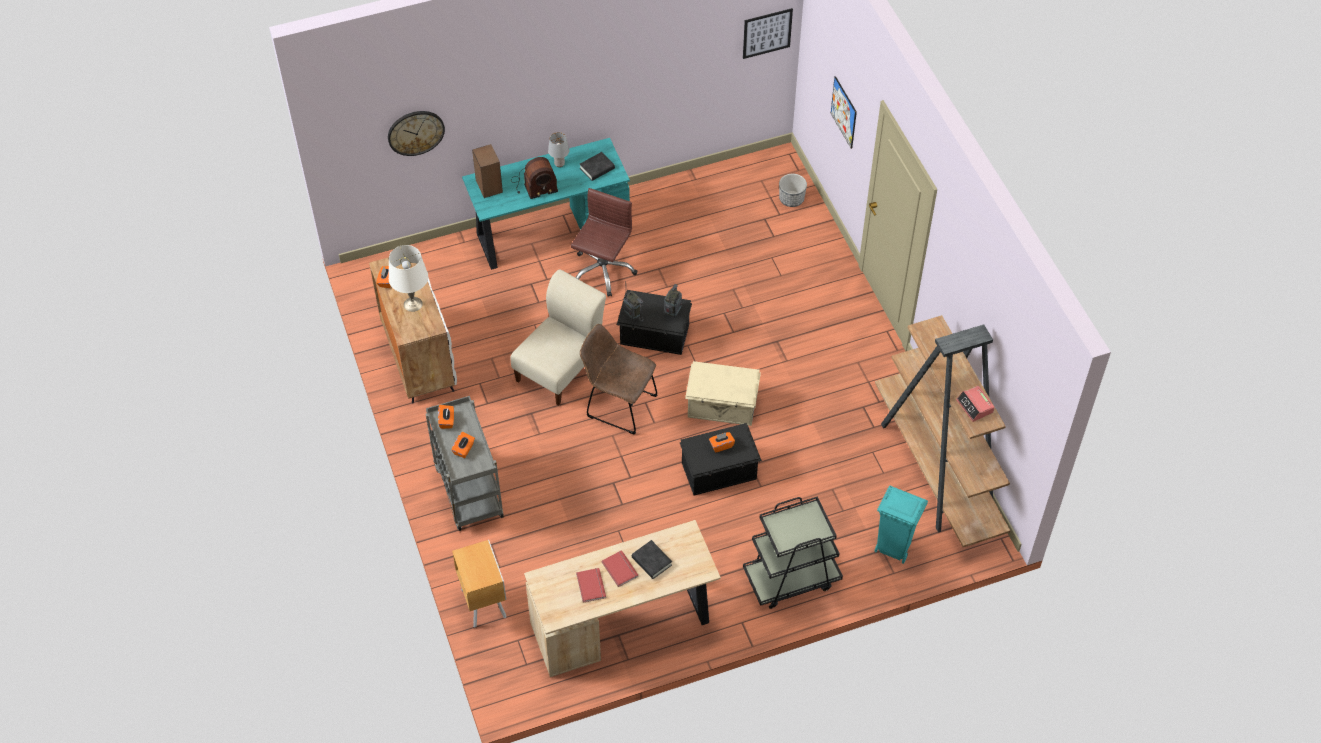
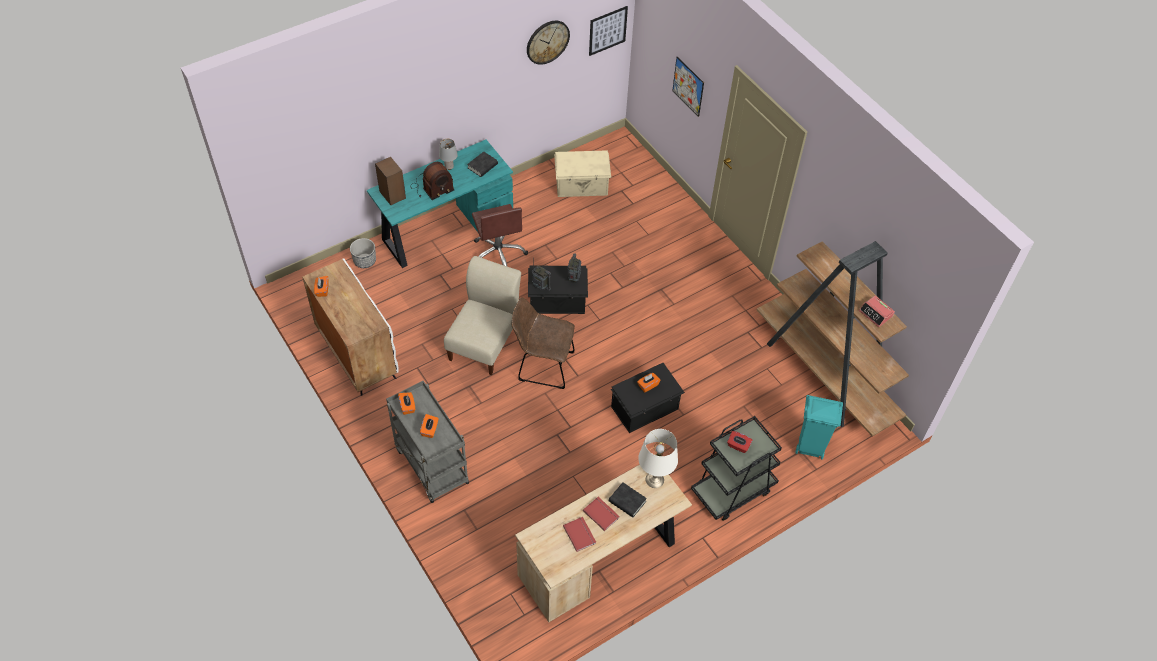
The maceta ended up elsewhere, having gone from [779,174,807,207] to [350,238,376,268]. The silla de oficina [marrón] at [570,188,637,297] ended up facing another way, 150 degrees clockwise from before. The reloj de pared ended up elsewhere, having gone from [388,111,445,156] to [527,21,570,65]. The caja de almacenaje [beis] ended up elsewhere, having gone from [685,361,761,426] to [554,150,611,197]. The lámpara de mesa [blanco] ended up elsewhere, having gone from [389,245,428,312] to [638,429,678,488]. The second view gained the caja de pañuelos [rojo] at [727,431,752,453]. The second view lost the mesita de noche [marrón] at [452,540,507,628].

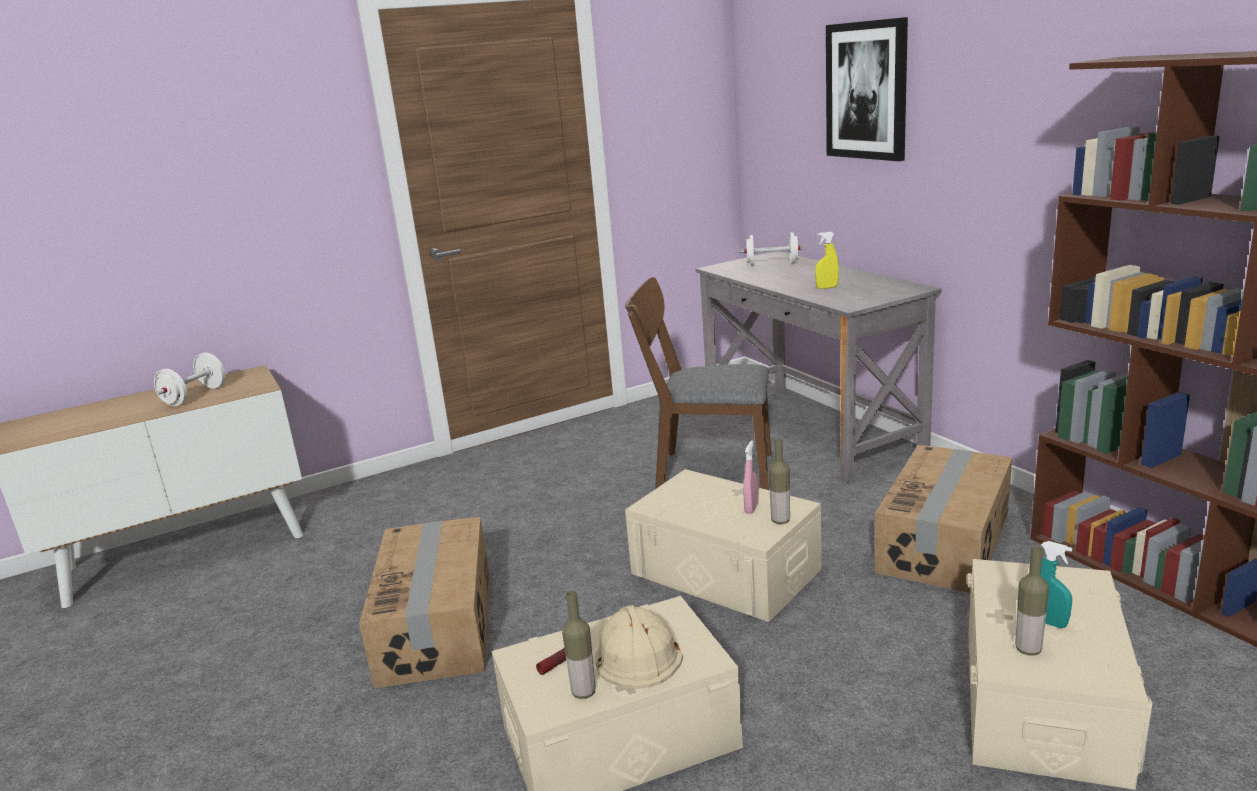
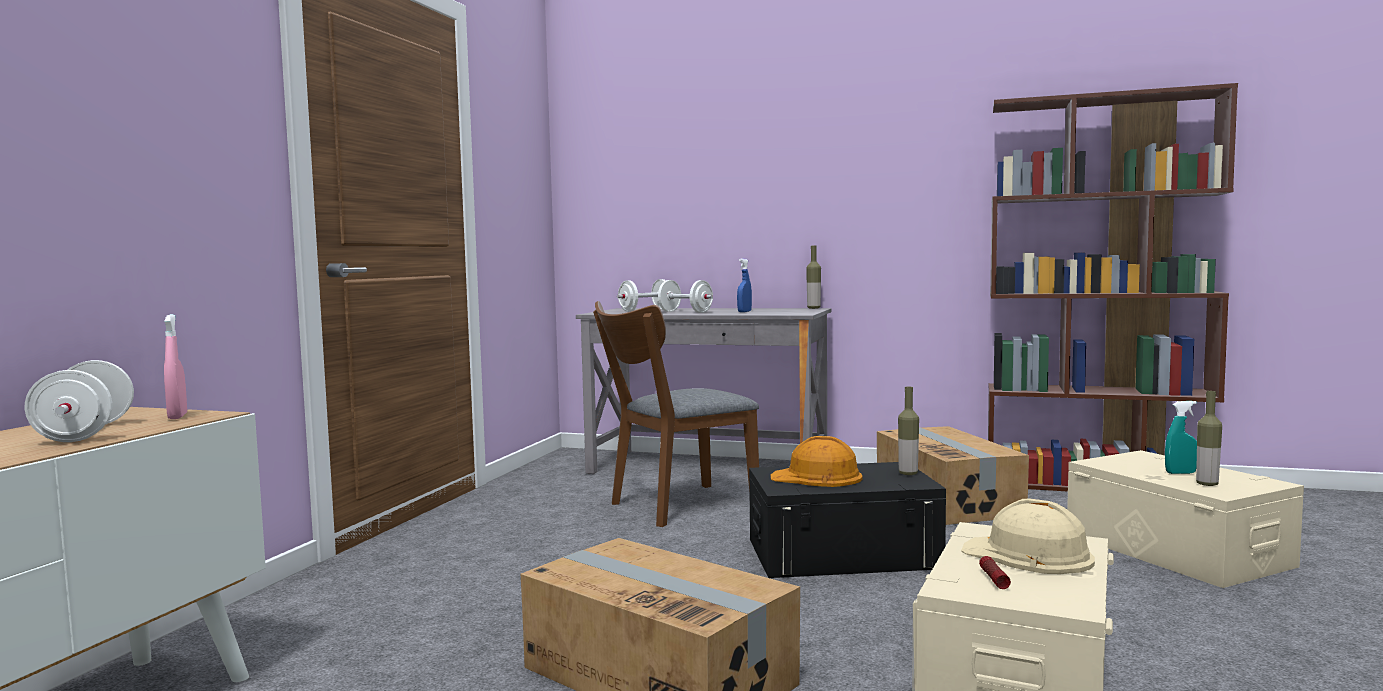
The pulverizador [rosa] ended up elsewhere, having gone from [743,440,759,514] to [164,314,187,419]. The second view gained the mancuerna [blanco] at [658,280,713,313]. What was the pulverizador [amarillo] at [815,231,839,289] turned into the pulverizador [azul] at [737,259,752,312]. What was the caja de almacenaje [beis] at [625,469,822,622] turned into the caja de almacenaje [negro] at [749,462,946,578]. The second view gained the casco [naranja] at [771,436,863,487]. The botella ended up elsewhere, having gone from [562,590,595,699] to [806,246,821,309]. The second view lost the cuadro at [826,17,908,161].

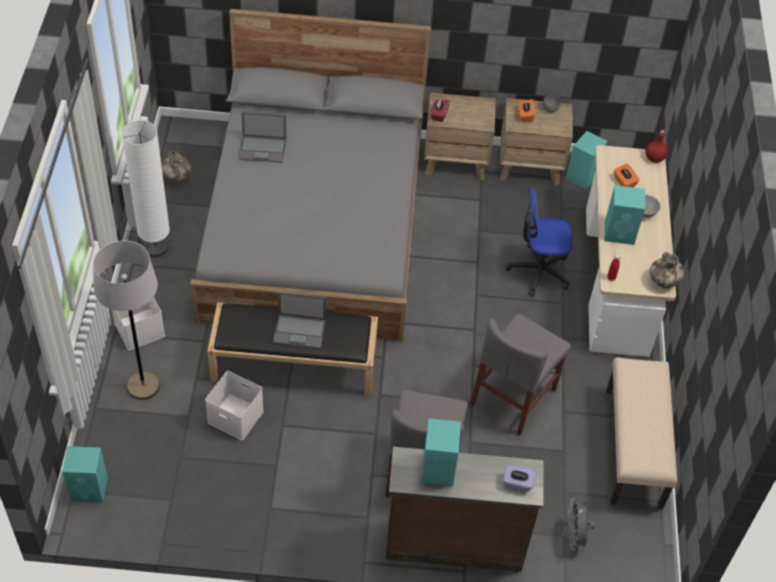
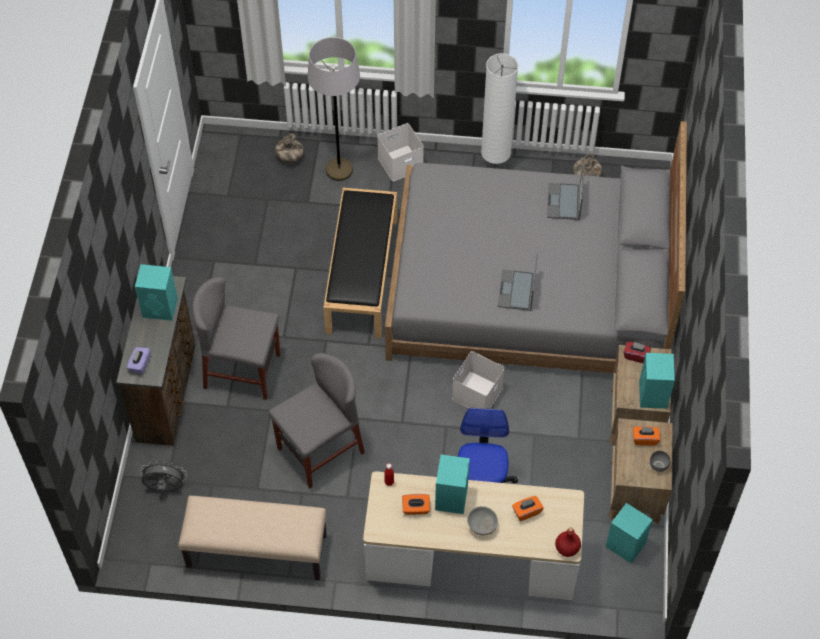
The silla [gris] at [470,314,571,435] ended up facing another way, 105 degrees clockwise from before. The florero ended up elsewhere, having gone from [649,252,684,289] to [275,133,304,164]. The second view gained the caja de pañuelos [naranja] at [402,494,430,515]. The caja de almacenaje [blanco] ended up elsewhere, having gone from [205,371,264,440] to [452,351,505,409]. The portátil ended up elsewhere, having gone from [273,292,326,348] to [497,253,538,311]. The altavoz [turquesa] ended up elsewhere, having gone from [62,446,108,503] to [639,353,675,409].

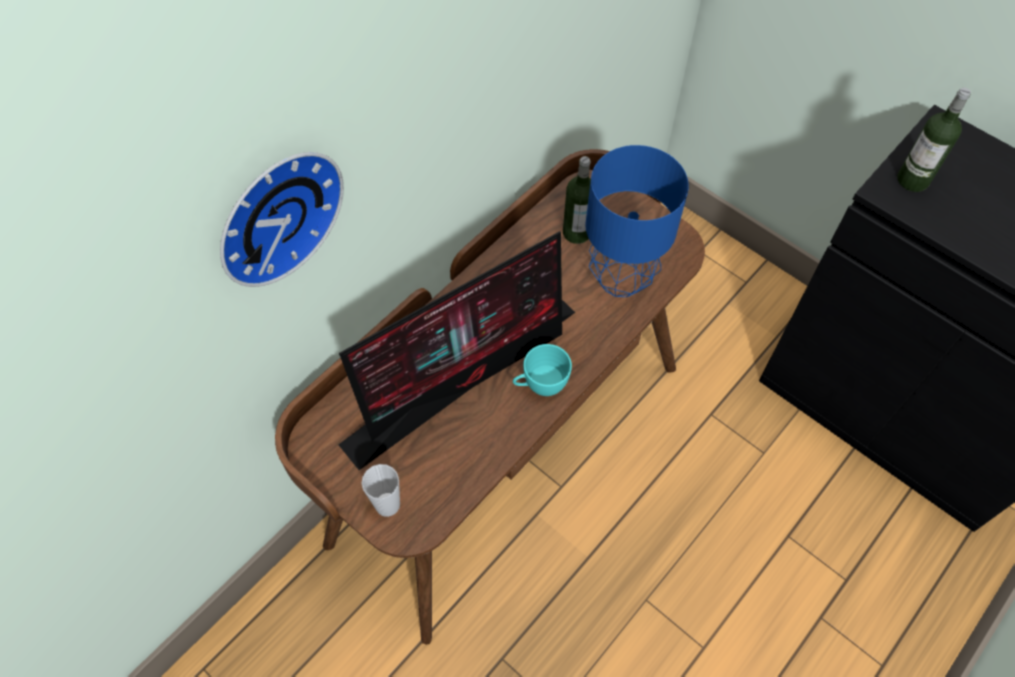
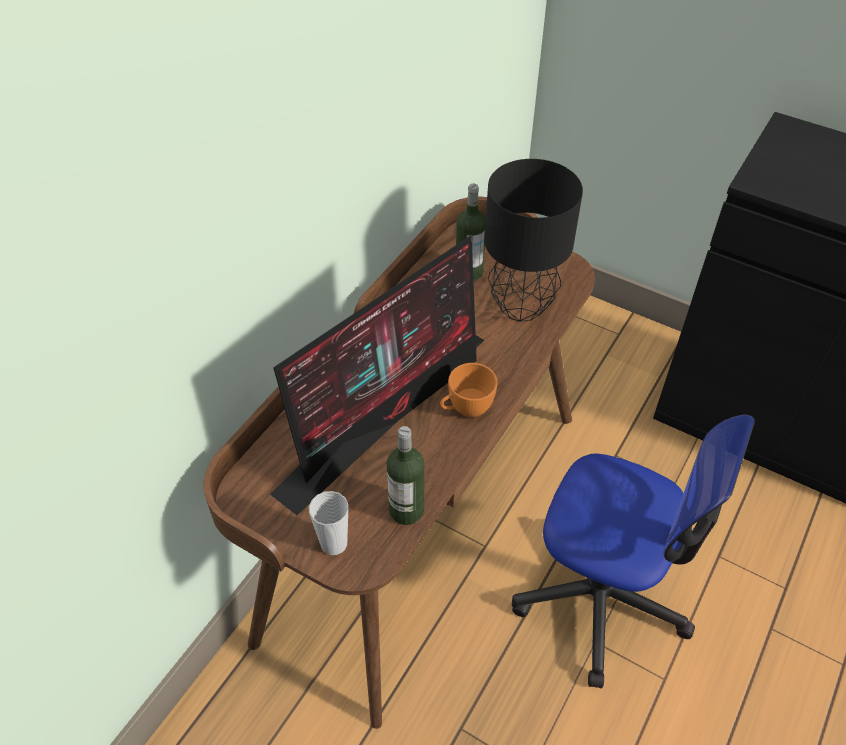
The botella ended up elsewhere, having gone from [897,87,971,192] to [387,426,424,525]. What was the taza [turquesa] at [513,344,572,396] turned into the taza [naranja] at [440,363,497,417]. What was the lámpara de mesa [azul] at [585,145,689,297] turned into the lámpara de mesa [negro] at [484,159,583,322]. The second view gained the silla de oficina at [512,414,755,688]. The second view lost the reloj de pared at [220,152,344,287].

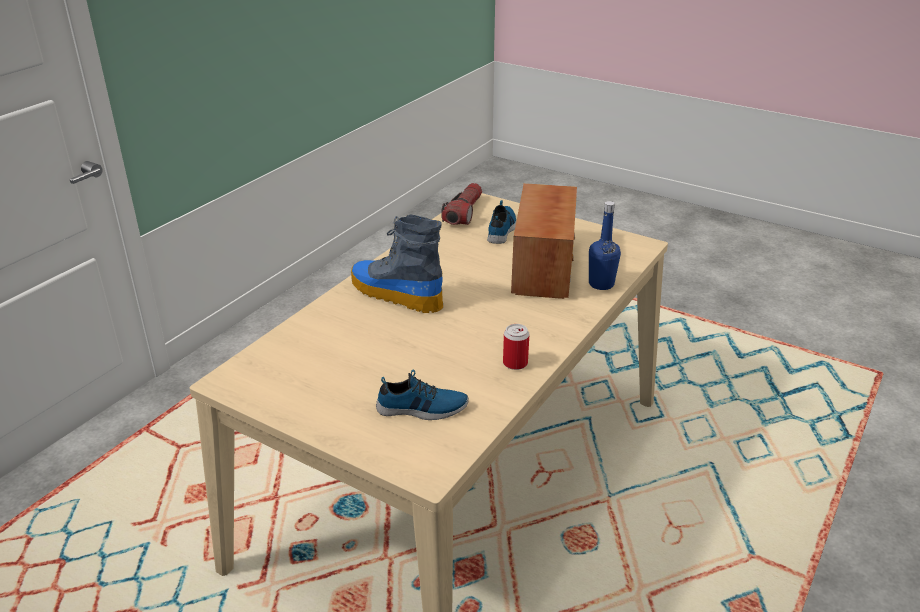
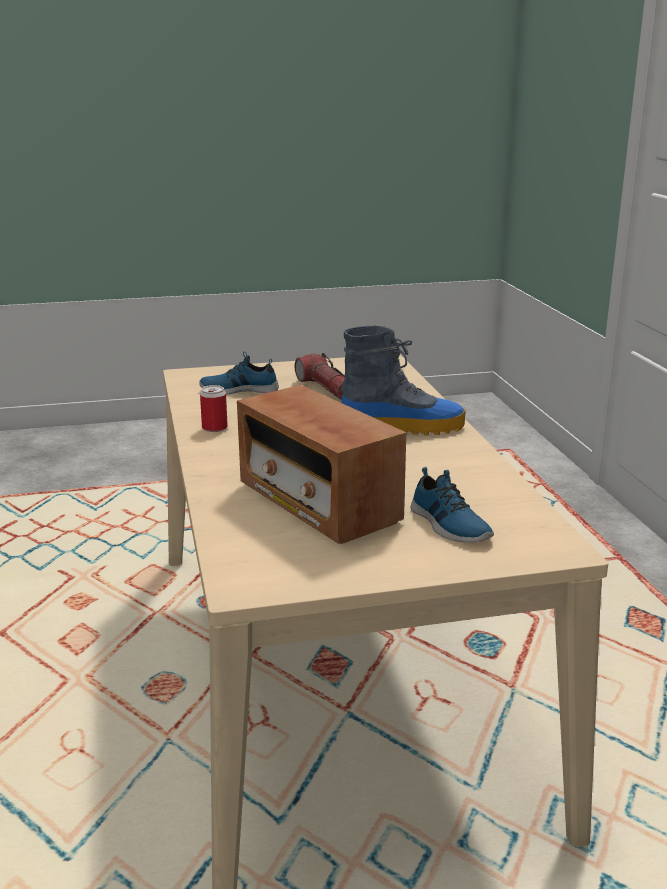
The zapato at [376,370,469,420] ended up facing another way, 45 degrees clockwise from before. The linterna ended up elsewhere, having gone from [441,183,482,225] to [295,353,345,400]. The second view lost the botella [azul] at [589,201,621,290].

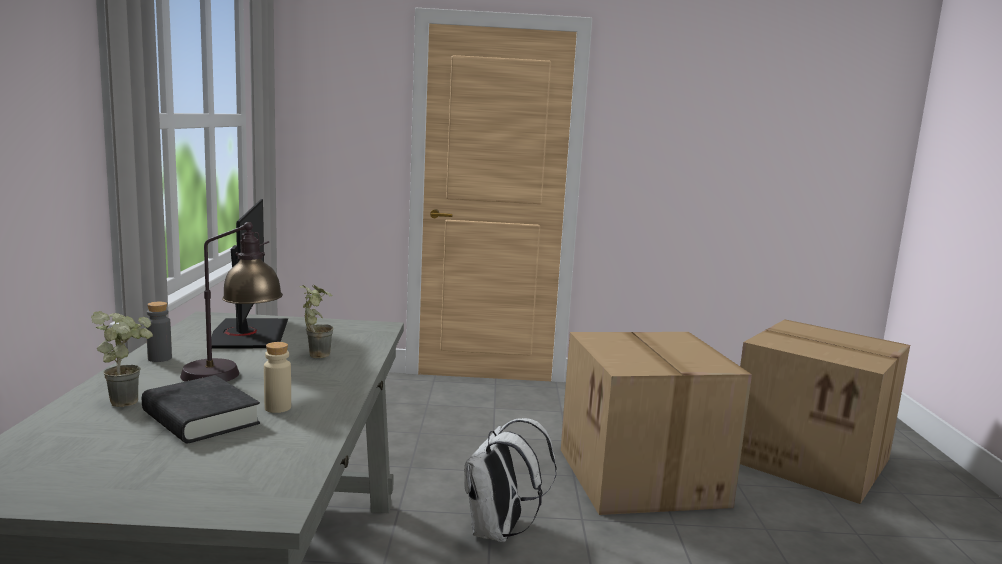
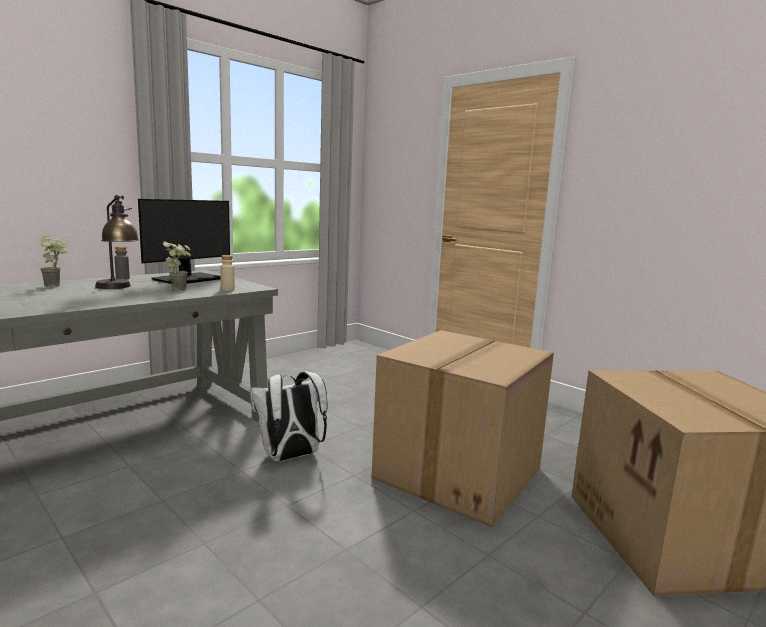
The botella [beis] ended up elsewhere, having gone from [264,342,291,413] to [220,255,235,291]. The second view lost the libro [negro] at [142,375,260,443].

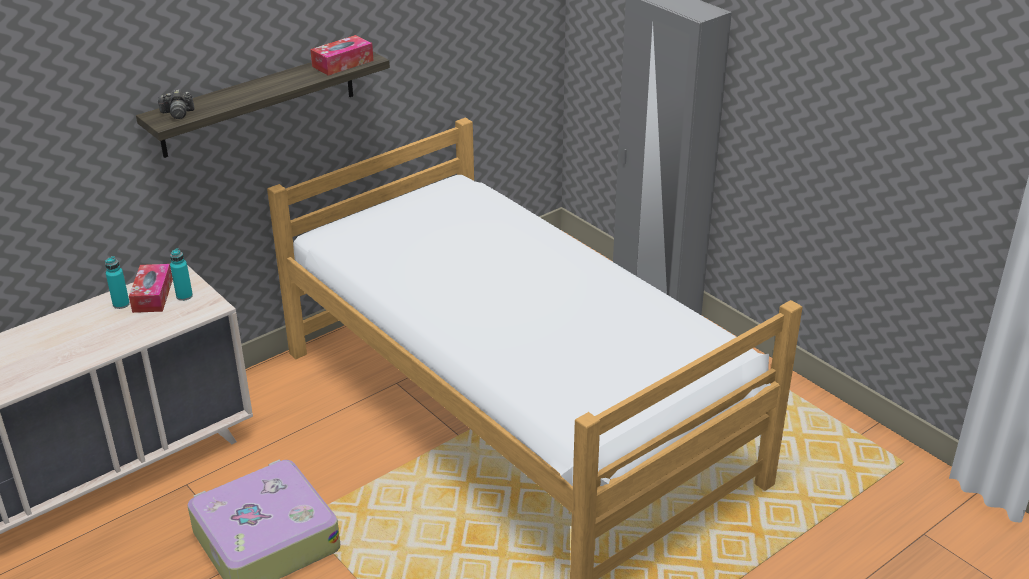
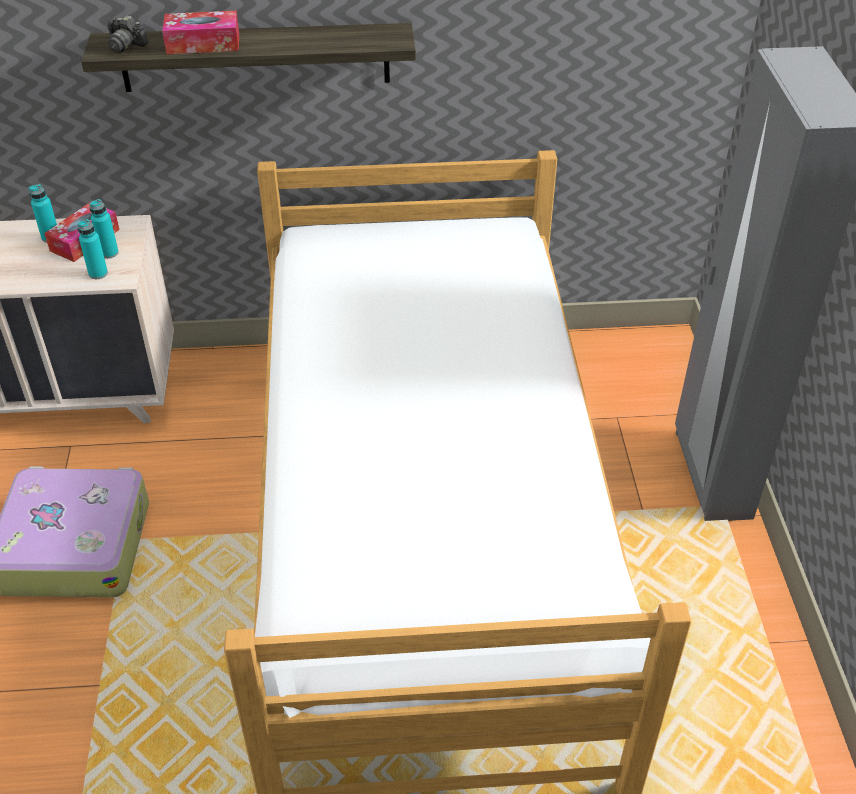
The second view gained the botella [turquesa] at [77,219,108,279]. The caja de pañuelos ended up elsewhere, having gone from [310,35,374,76] to [162,11,239,54].

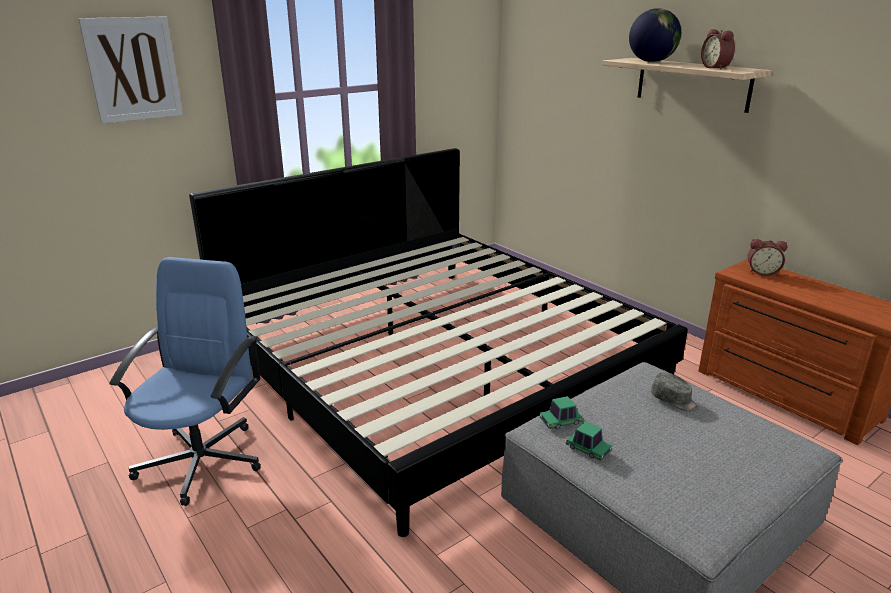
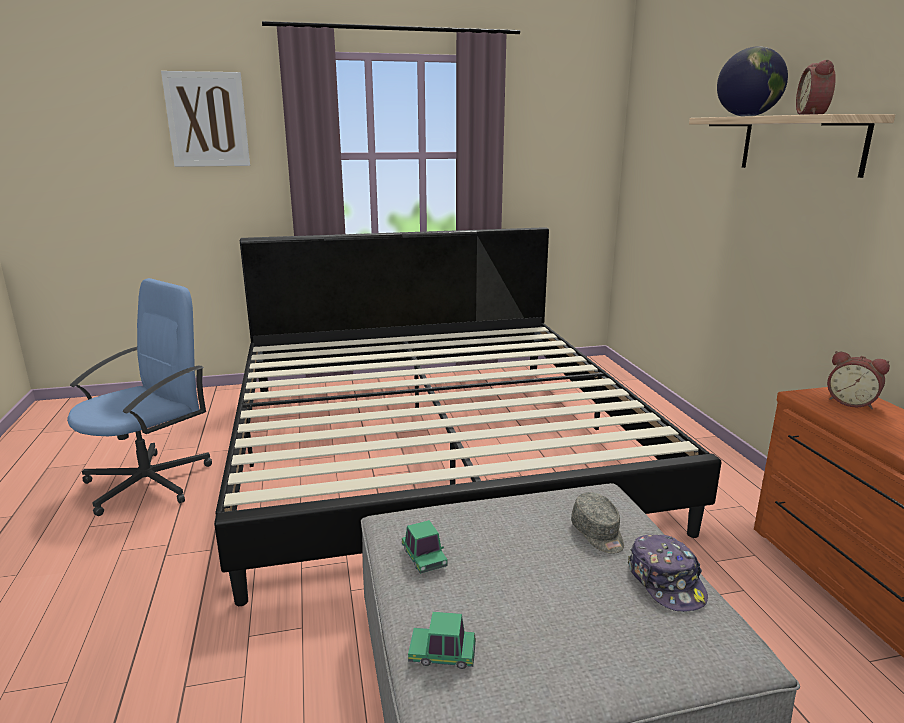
The coche de juguete ended up elsewhere, having gone from [540,396,583,429] to [408,612,476,669]. The second view gained the gorra at [628,535,708,612].

